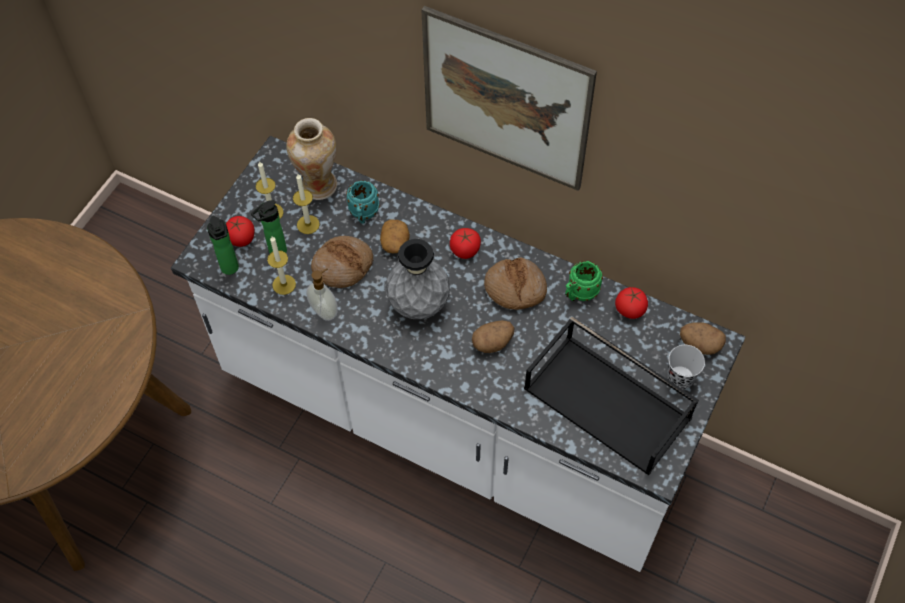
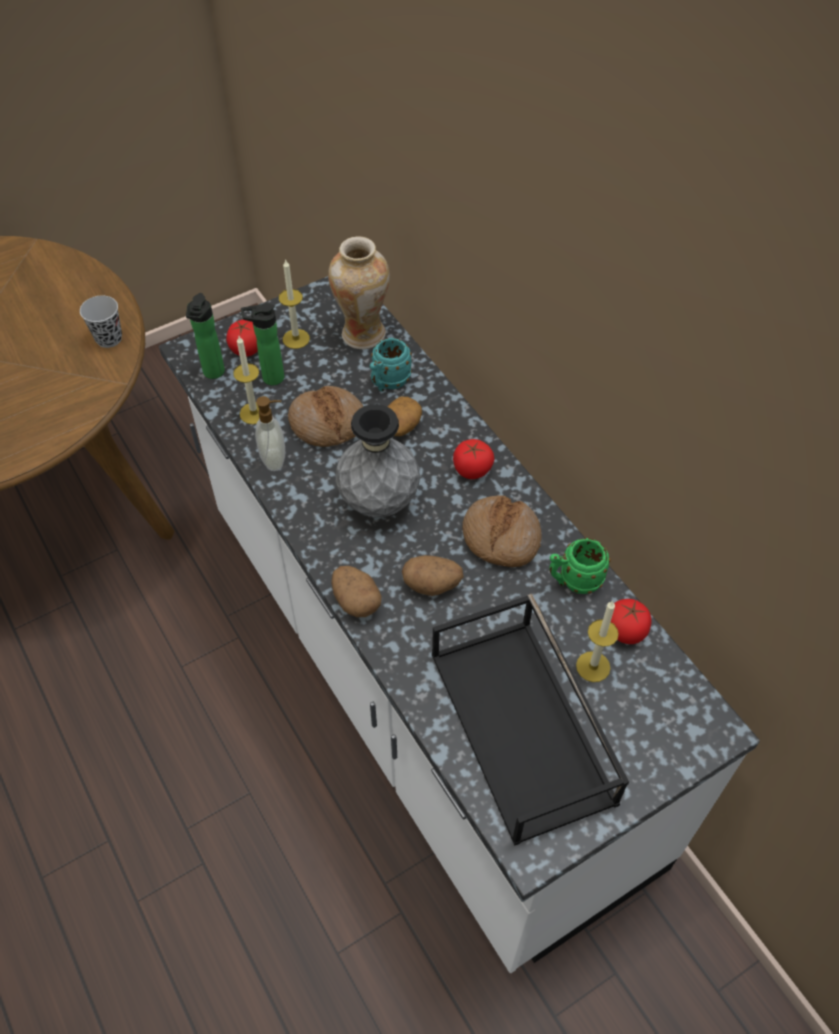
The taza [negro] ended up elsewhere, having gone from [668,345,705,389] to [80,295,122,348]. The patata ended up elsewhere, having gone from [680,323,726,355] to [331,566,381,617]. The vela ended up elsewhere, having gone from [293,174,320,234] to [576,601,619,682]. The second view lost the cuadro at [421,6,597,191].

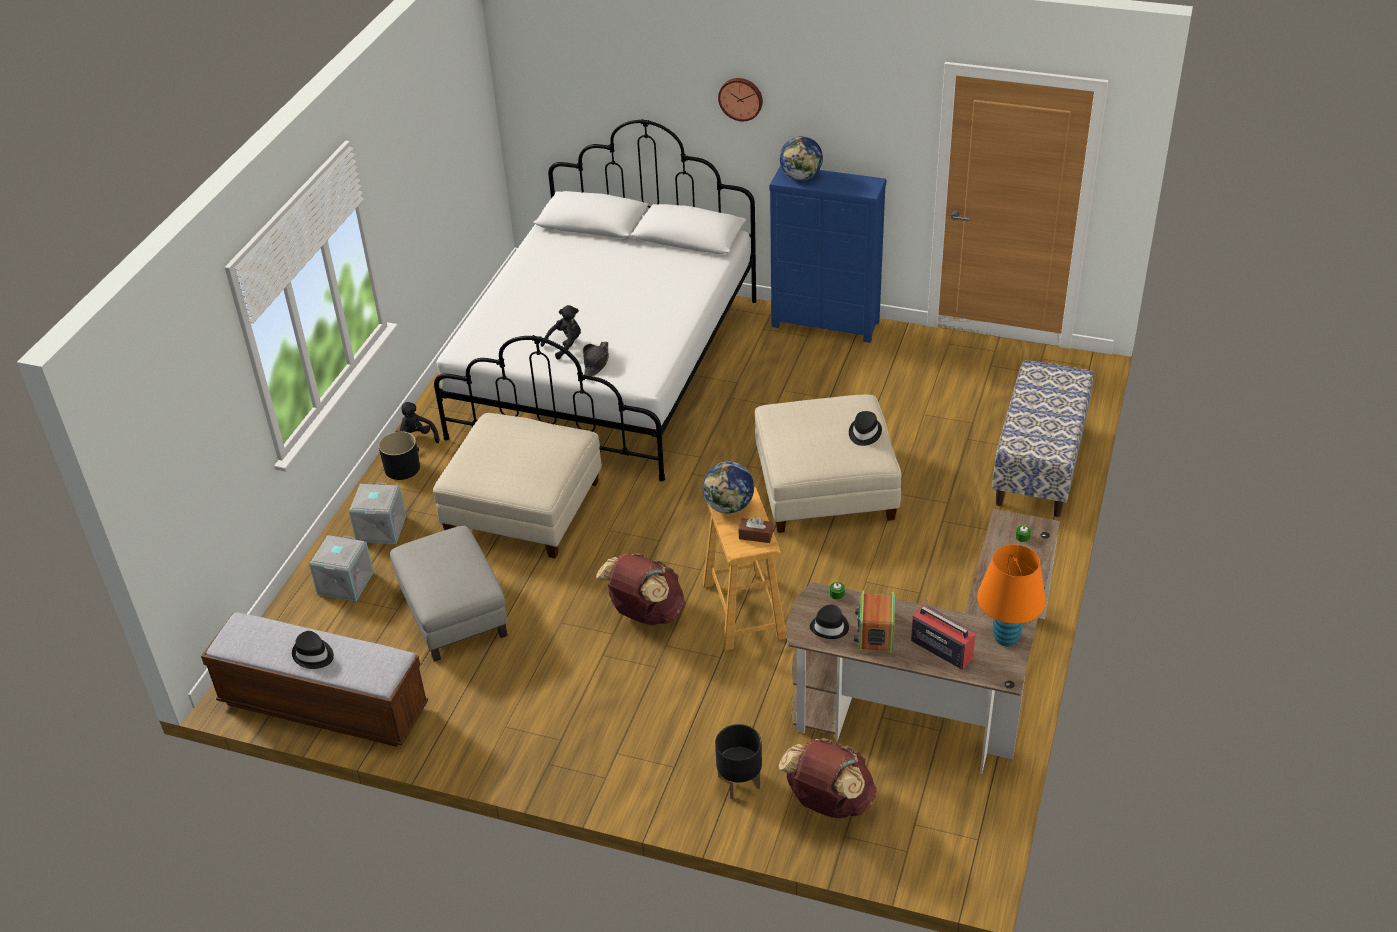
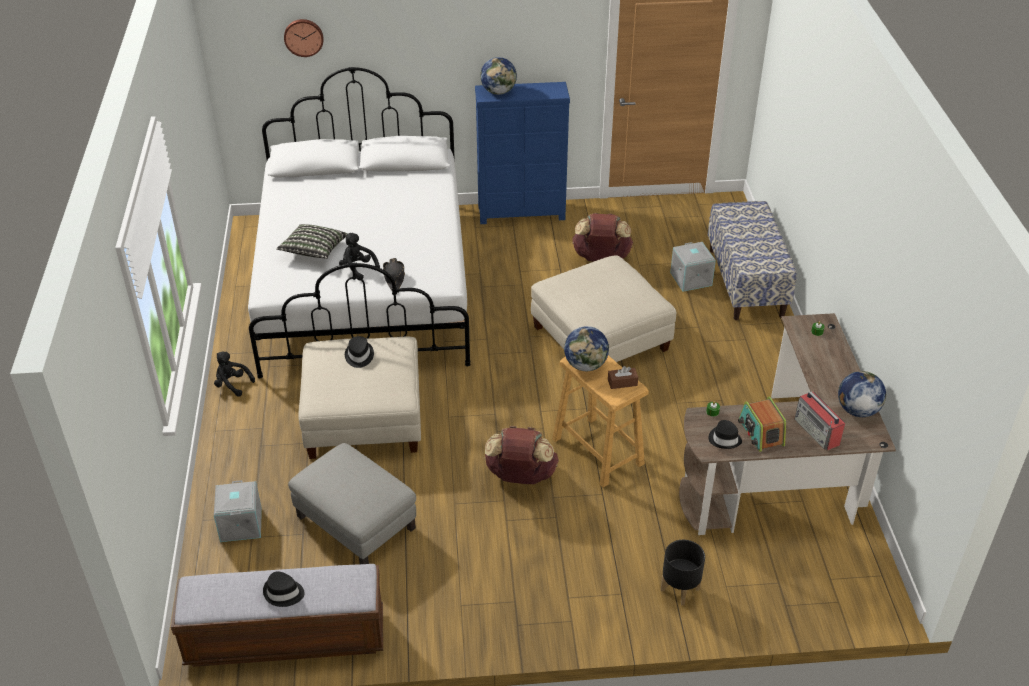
The second view gained the cojín at [276,224,348,259]. The reloj de pared ended up elsewhere, having gone from [718,78,763,121] to [284,19,324,57]. The peluche [negro] at [541,305,581,360] ended up facing another way, 75 degrees counterclockwise from before. The sombrero [negro] ended up elsewhere, having gone from [849,411,882,446] to [345,336,374,368]. The mochila [marrón] ended up elsewhere, having gone from [779,738,877,818] to [572,213,633,261]. The caja de almacenaje [gris] ended up elsewhere, having gone from [349,482,406,544] to [670,242,716,292]. The radio at [911,598,976,670] ended up facing another way, 135 degrees counterclockwise from before. Where the lámpara de mesa [naranja] stood at [977,544,1046,646], the globo terráqueo came to stand at [838,371,887,417]. The second view lost the maceta [negro] at [378,431,420,480].

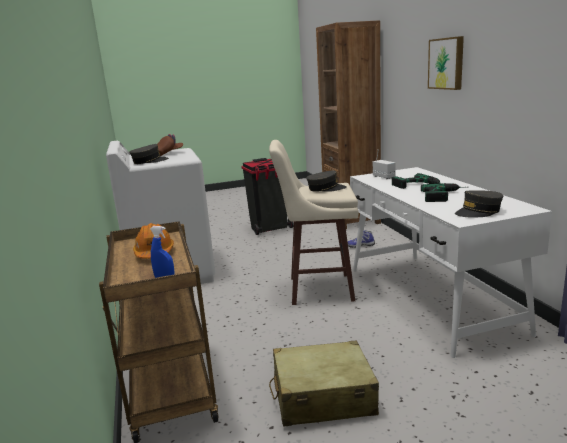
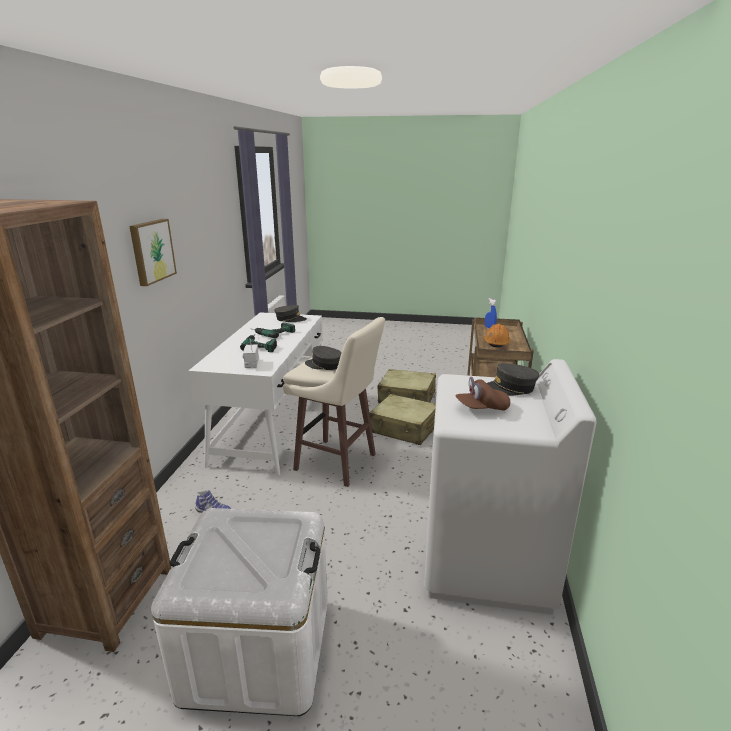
Where the papelera [negro] stood at [241,158,294,235], the caja de almacenaje [blanco] came to stand at [151,508,328,716]. The second view gained the maleta [beis] at [369,394,436,445].

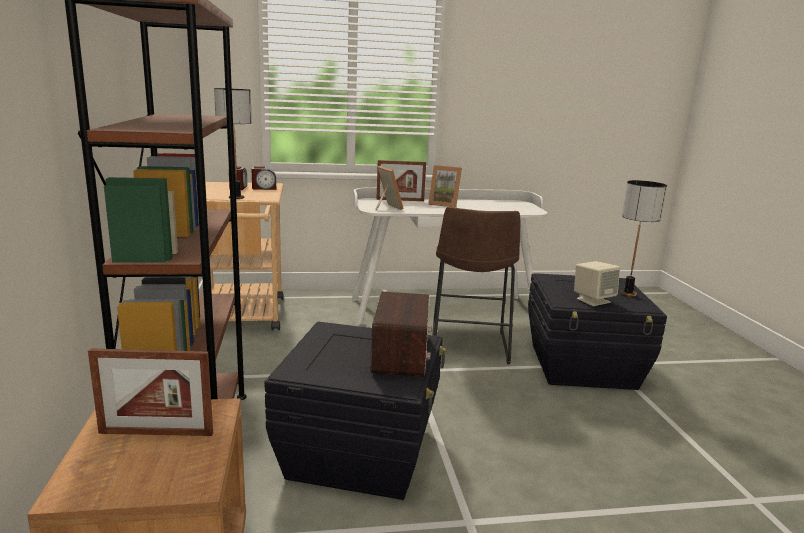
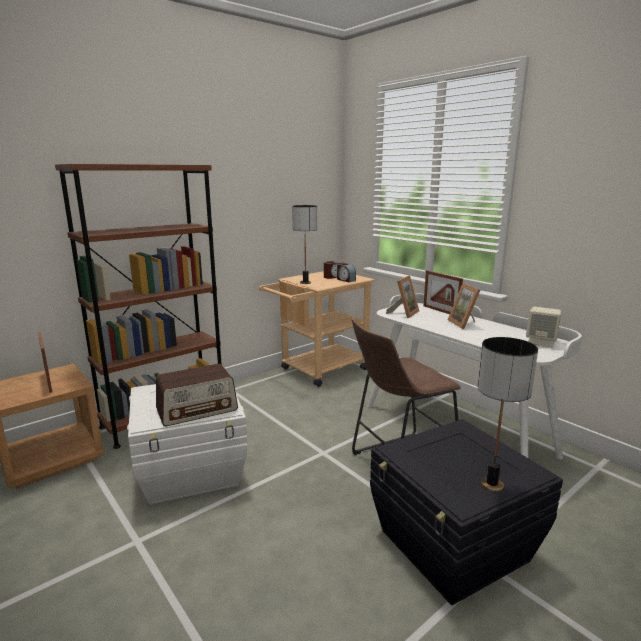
What was the caja de almacenaje [negro] at [264,322,446,500] turned into the caja de almacenaje [blanco] at [127,384,248,505]. The altavoz [beis] ended up elsewhere, having gone from [574,261,620,306] to [526,307,561,348].

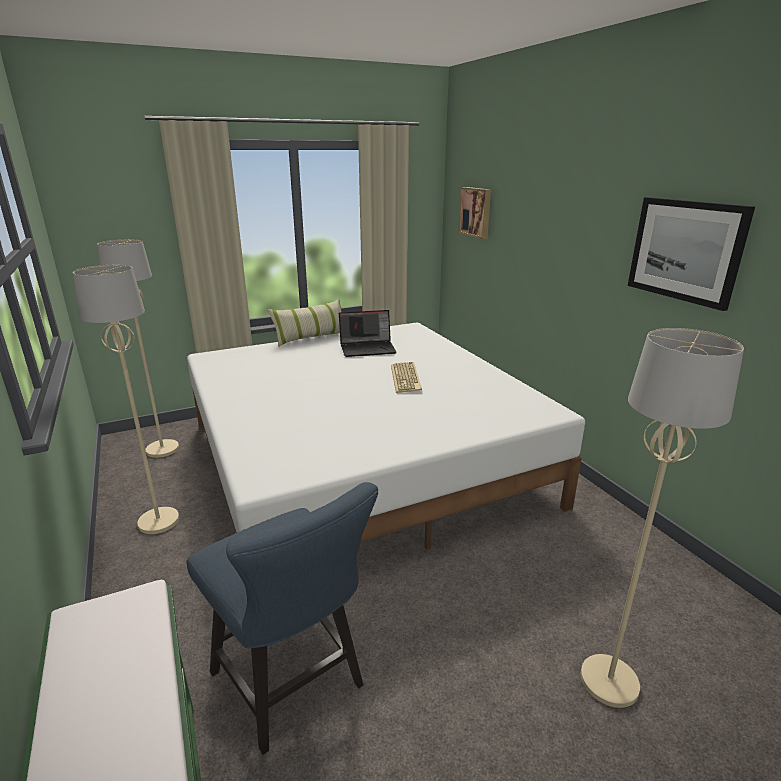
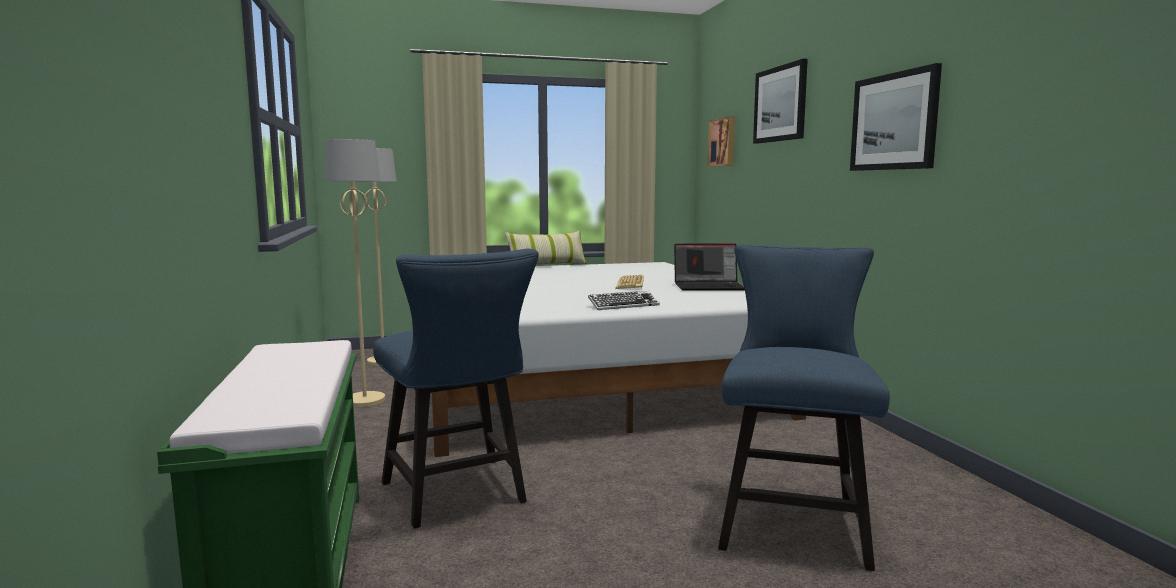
The second view gained the teclado at [588,291,660,310]. The portátil ended up elsewhere, having gone from [339,310,396,357] to [674,244,744,291]. Where the lámpara de pie [beis] stood at [581,328,744,708], the silla [azul] came to stand at [718,245,890,571]. The second view gained the cuadro at [753,59,808,144].

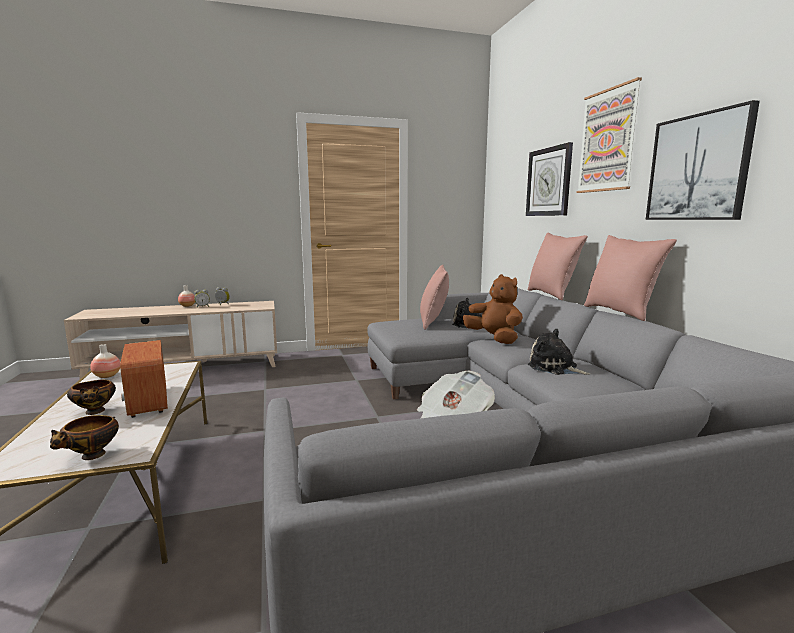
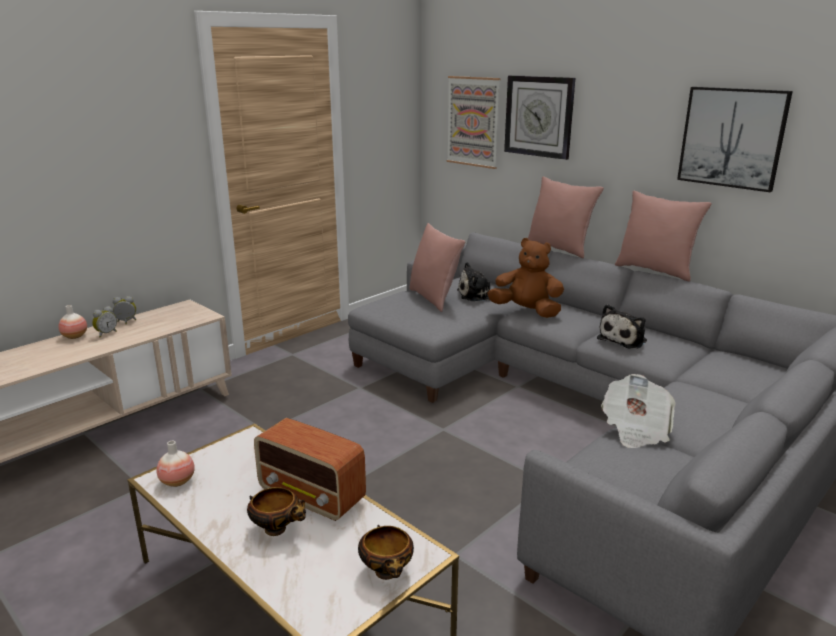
The cuadro ended up elsewhere, having gone from [576,77,642,193] to [447,76,500,169]. The peluche at [528,329,590,375] ended up facing another way, 60 degrees counterclockwise from before.

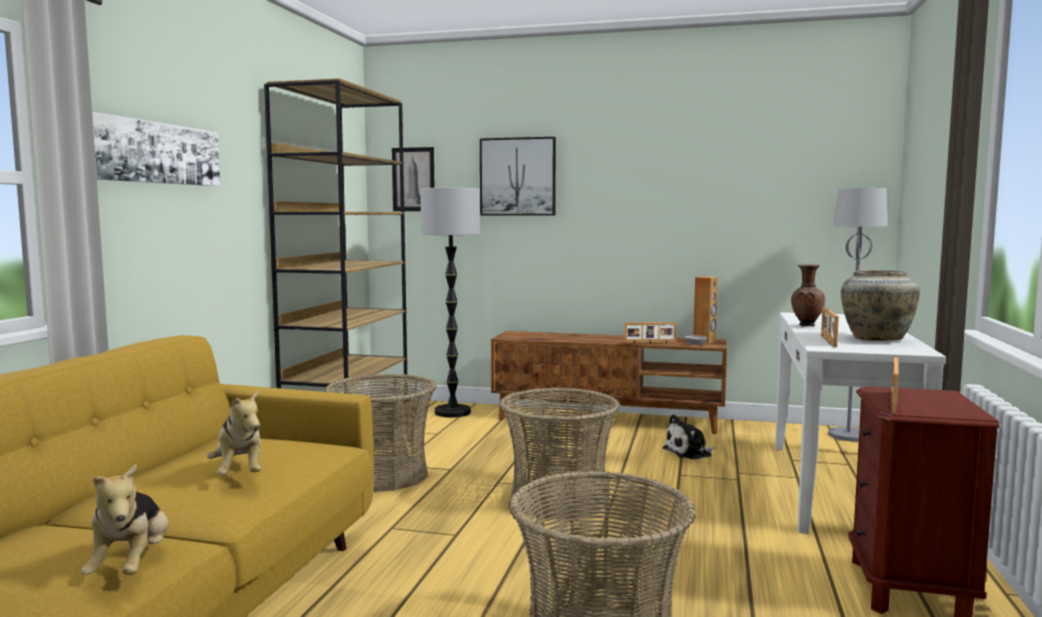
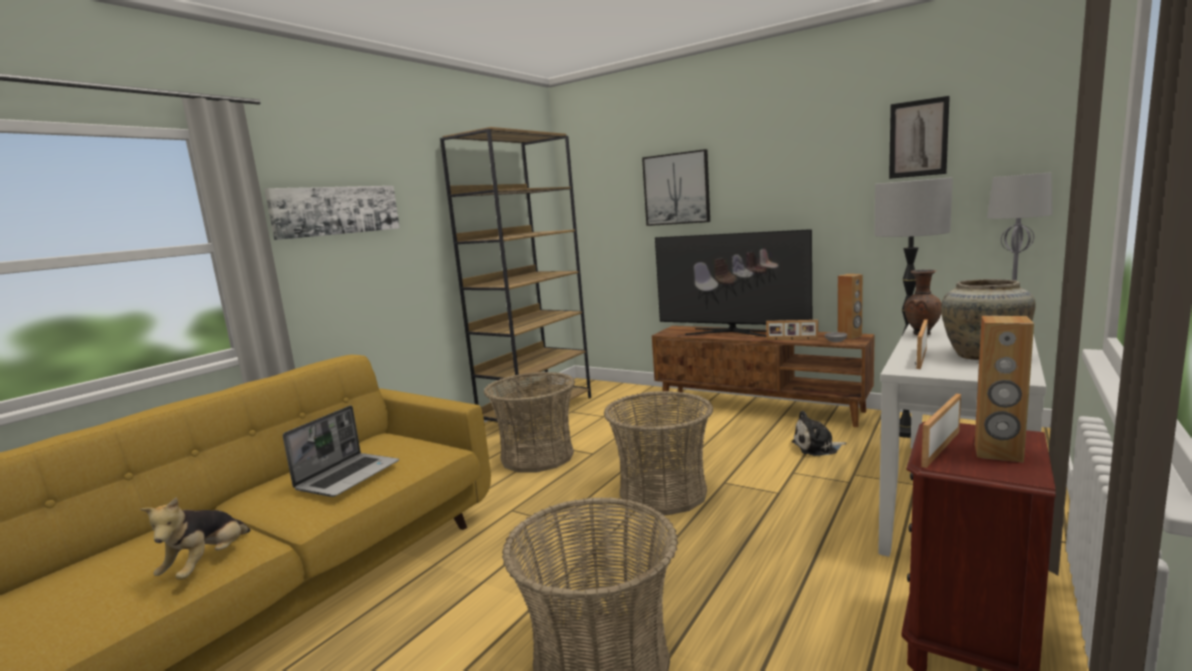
Where the peluche stood at [207,390,261,474], the portátil came to stand at [283,405,399,497]. The second view gained the televisor at [655,229,812,337]. The lámpara de pie ended up elsewhere, having gone from [420,188,480,418] to [874,177,953,438]. The cuadro ended up elsewhere, having gone from [392,147,434,211] to [889,96,950,179]. The second view gained the altavoz [marrón] at [975,316,1034,463].

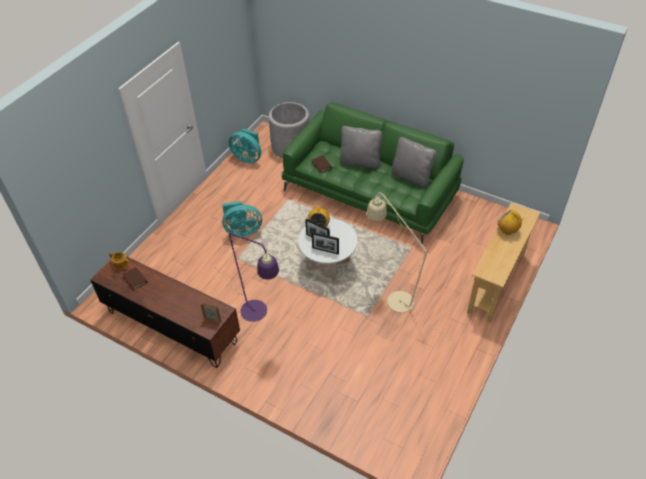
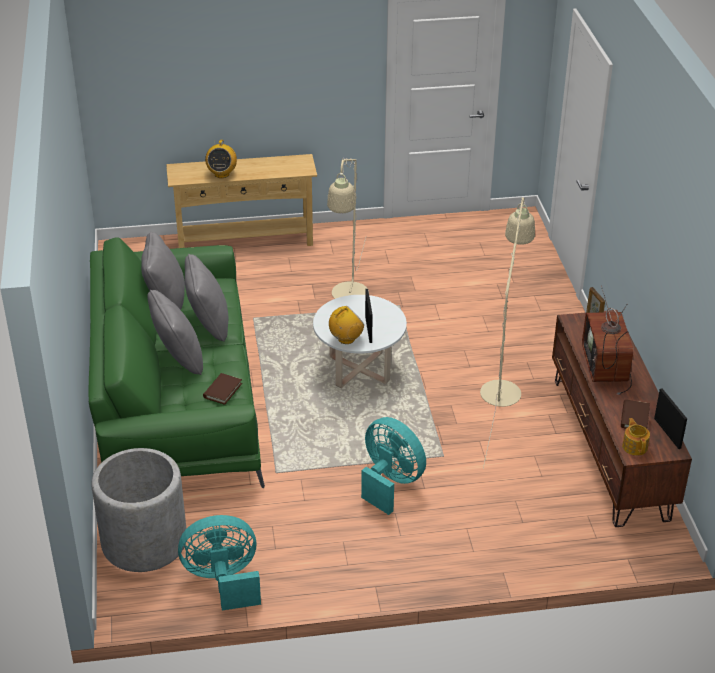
The ventilador [turquesa] at [228,128,261,163] ended up facing another way, 90 degrees counterclockwise from before. The second view gained the cojín [gris] at [184,254,228,342]. What was the lámpara de pie [morado] at [220,233,279,322] turned into the lámpara de pie [beis] at [480,197,535,468]. The second view gained the televisor at [582,286,633,395]. The portarretratos ended up elsewhere, having gone from [312,232,339,255] to [654,388,687,449].

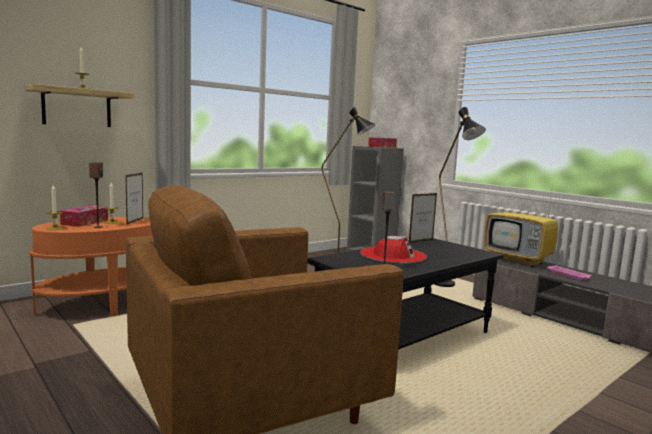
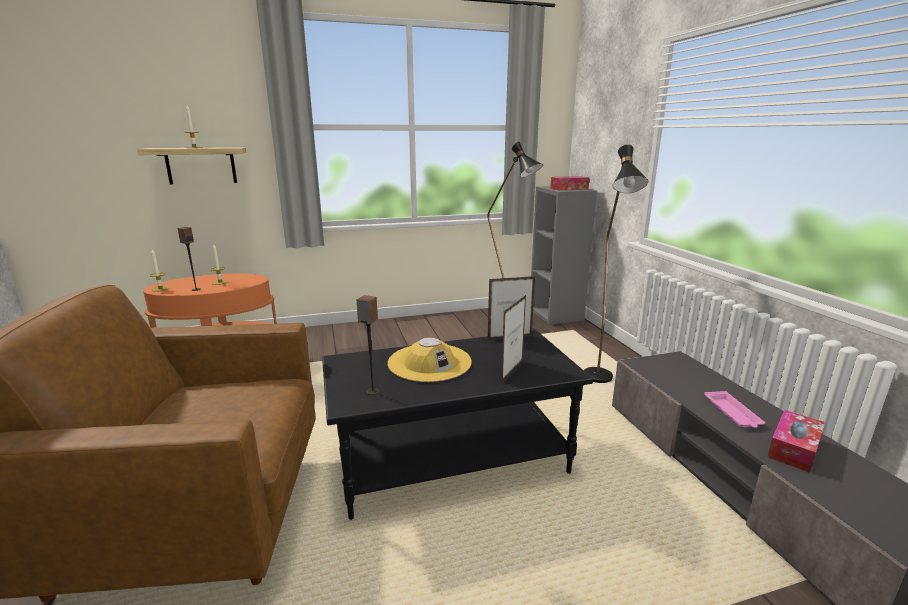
What was the sombrero [rojo] at [360,236,427,263] turned into the sombrero [amarillo] at [388,337,472,382]. The portarretratos ended up elsewhere, having gone from [125,172,143,224] to [501,295,526,382]. The caja de pañuelos ended up elsewhere, having gone from [60,205,108,227] to [767,410,824,473]. The second view lost the televisor at [484,191,558,267].

